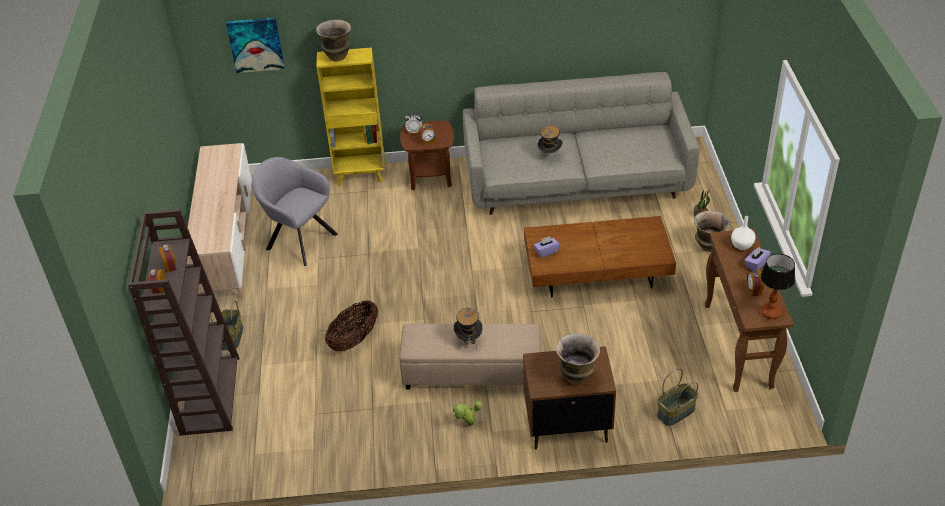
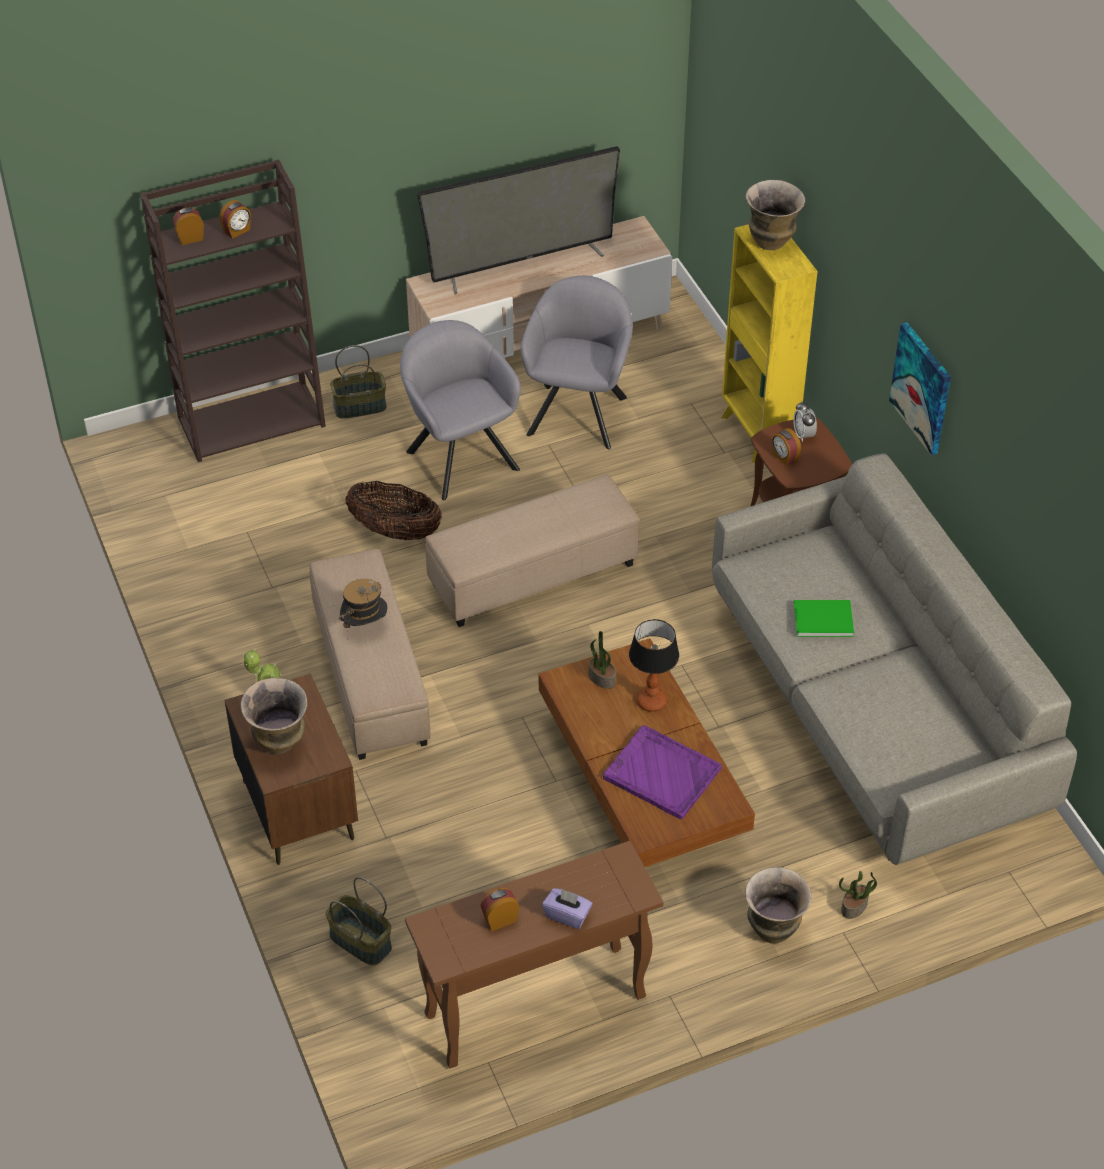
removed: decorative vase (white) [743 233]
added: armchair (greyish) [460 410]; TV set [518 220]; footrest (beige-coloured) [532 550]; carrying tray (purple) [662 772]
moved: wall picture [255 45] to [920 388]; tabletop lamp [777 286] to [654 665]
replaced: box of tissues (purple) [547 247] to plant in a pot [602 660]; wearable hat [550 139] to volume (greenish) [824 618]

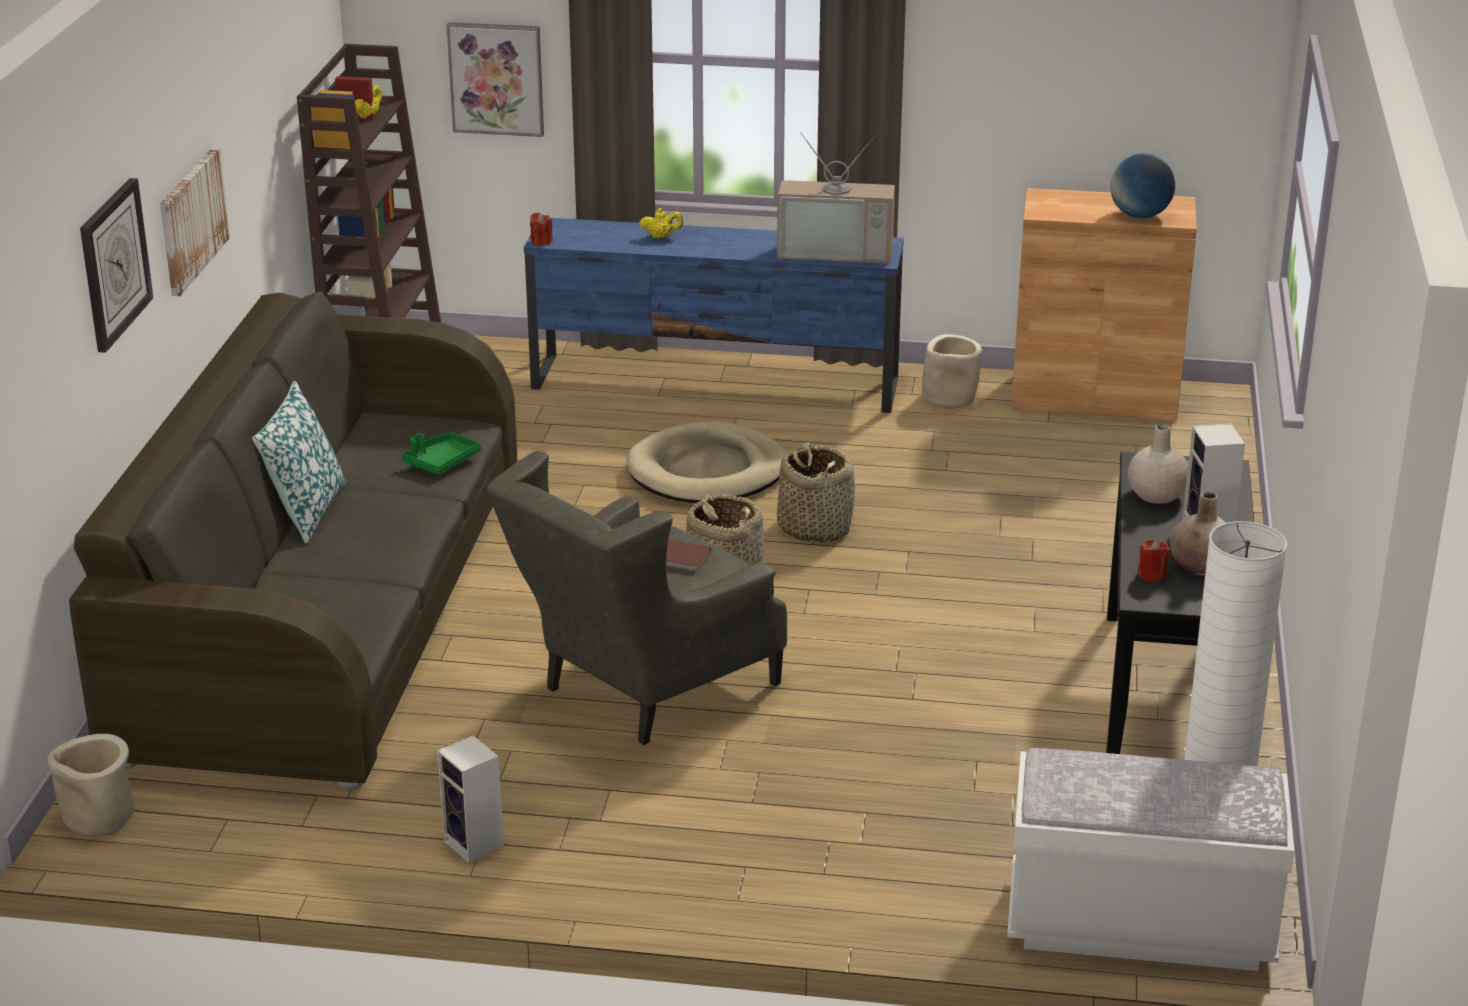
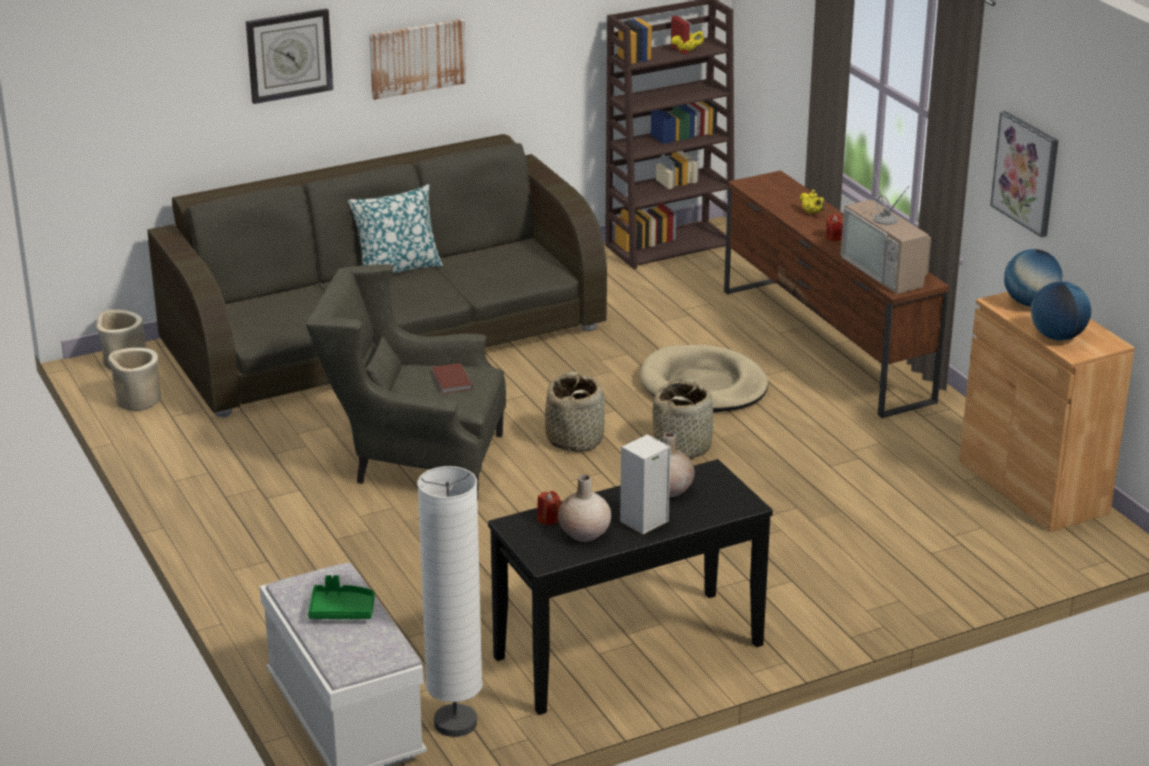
removed: speaker [470 799]
added: world globe [1033 277]
moved: carrying tray (greenish) [441 454] to [341 597]; wall picture [495 79] to [1024 174]; wax candle (red) [541 229] to [834 227]; planter (beige-coloured) [952 371] to [134 379]
recoloured: tv unit (bluish) [714 315] to tv unit (brownish) [836 294]

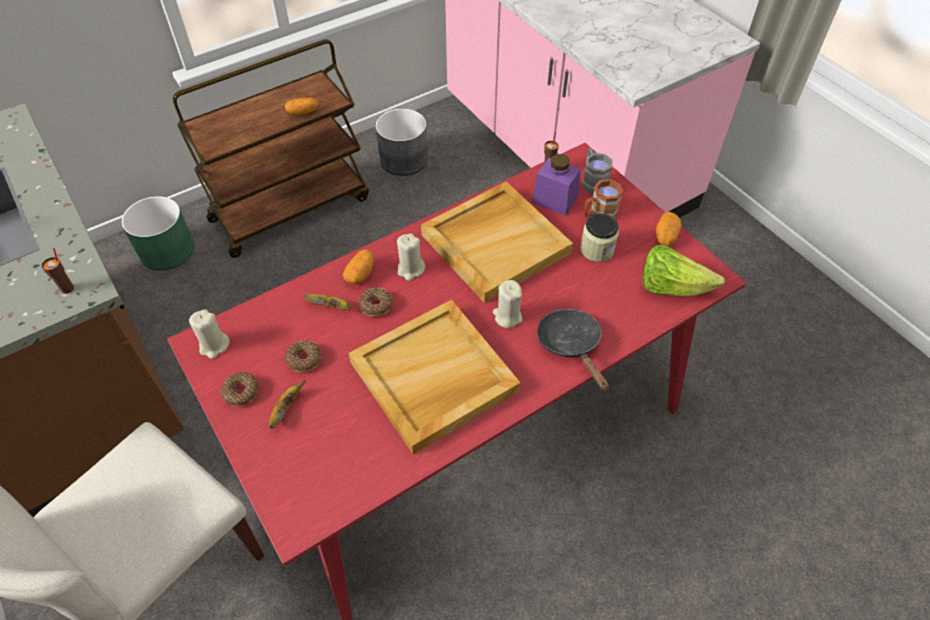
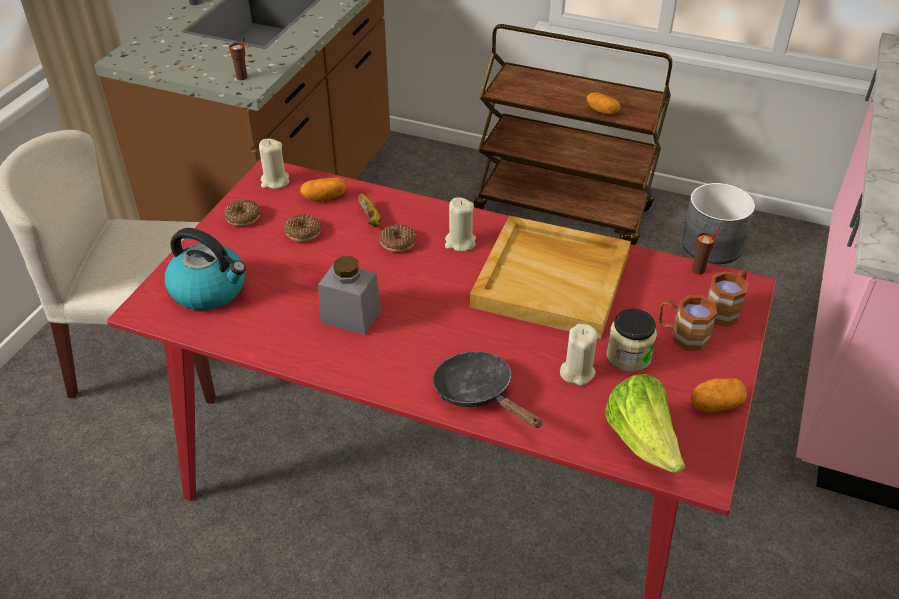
removed: planter (greenish) [157 233]; banana fruit [287 404]; preserve jar (purple) [556 185]
added: kettle [205 269]
moved: whole potato [358 266] to [323 189]; wax candle (beige-coloured) [507 304] to [578 354]
replaced: carrying tray (beige-coloured) [434 377] to preserve jar (greyish) [349 295]
recoloured: tea mug (greyish) [597 171] to tea mug (brownish) [727 298]
turned: skillet (blackish) [573 349] = [488 389] 75 degrees counterclockwise

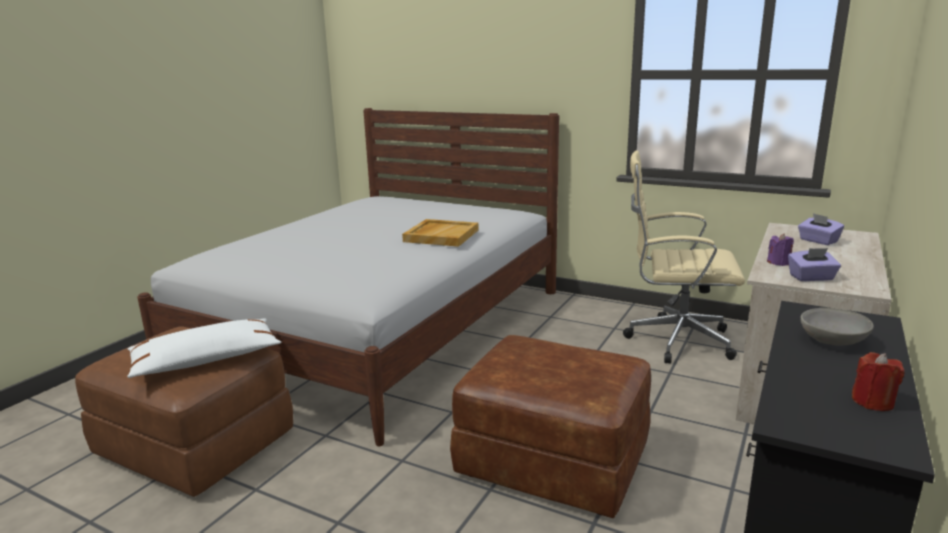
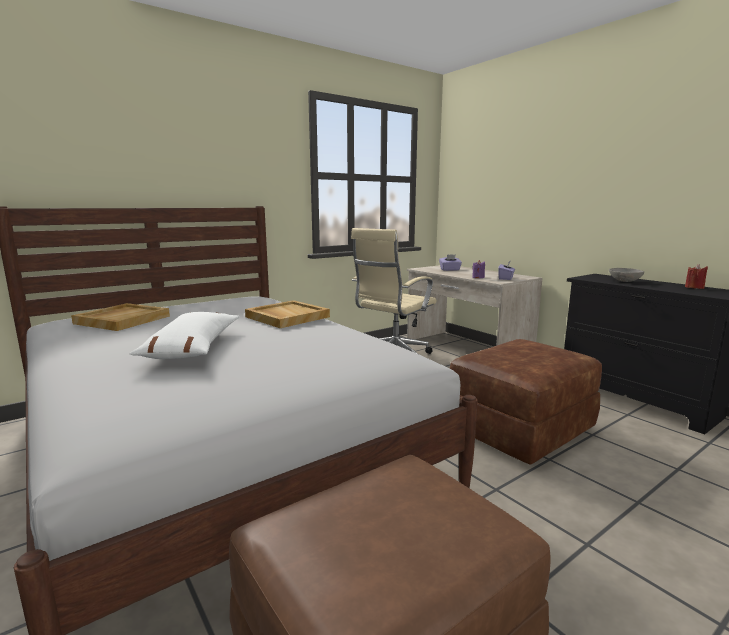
added: carrying tray (beige-coloured) [120 317]
moved: throw pillow (white) [204 348] to [184 335]

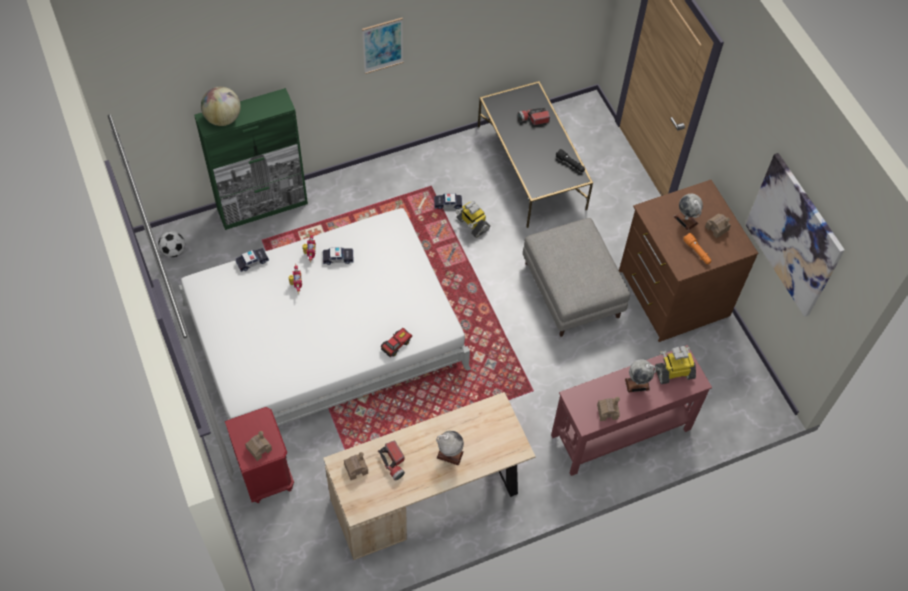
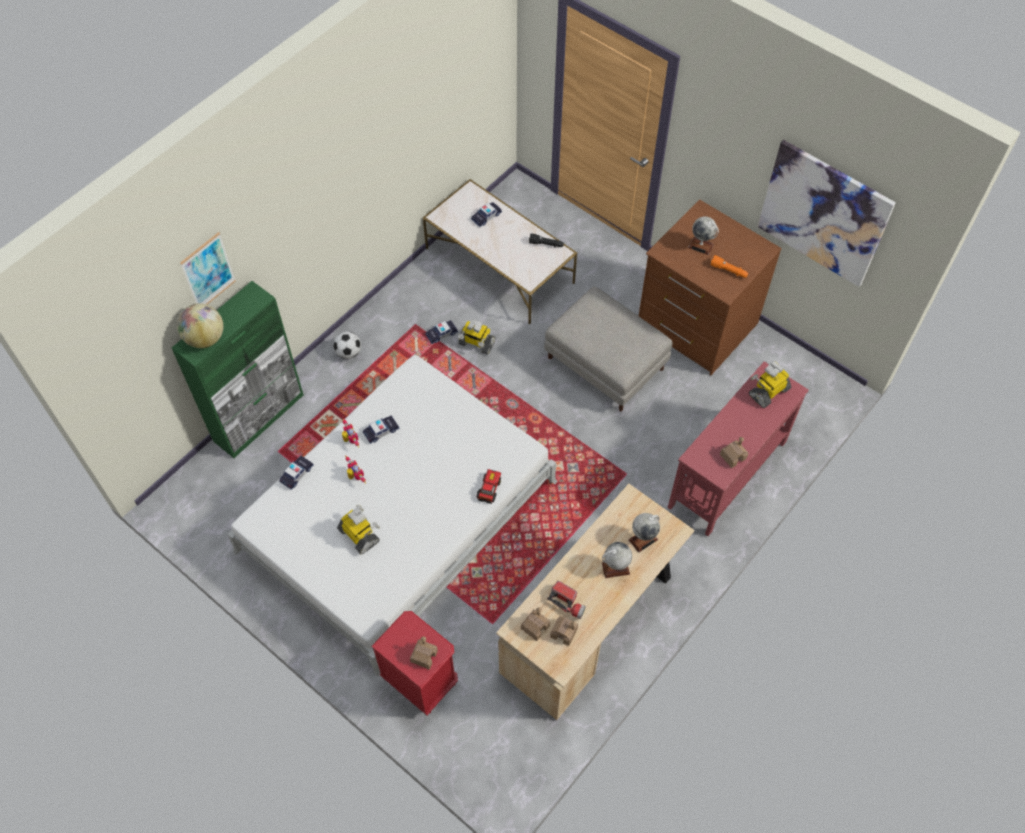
added: model robot [358 529]
moved: football [171 244] to [347 345]; wall picture [382 46] to [208 268]; world globe [640 376] to [644 533]; miniature house [718 226] to [564 631]
replaced: hand torch [534 116] to miniature car [486 214]
recoloured: coffee table (blackish) [535 154] to coffee table (white) [500 251]

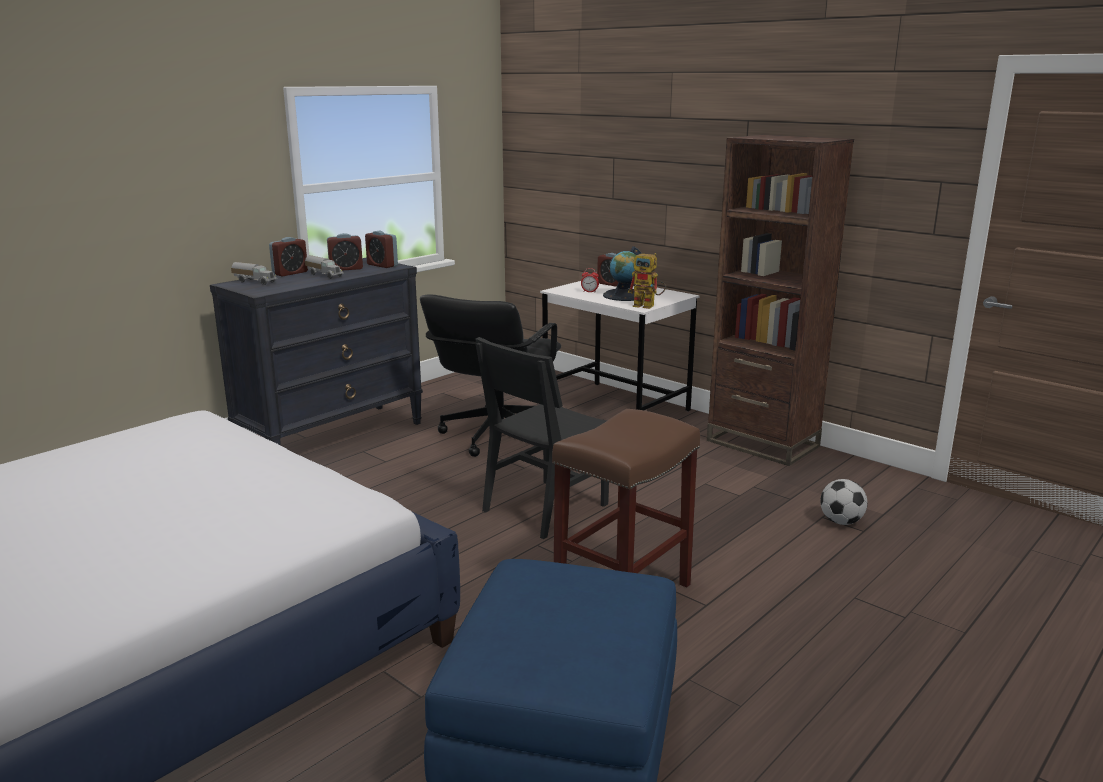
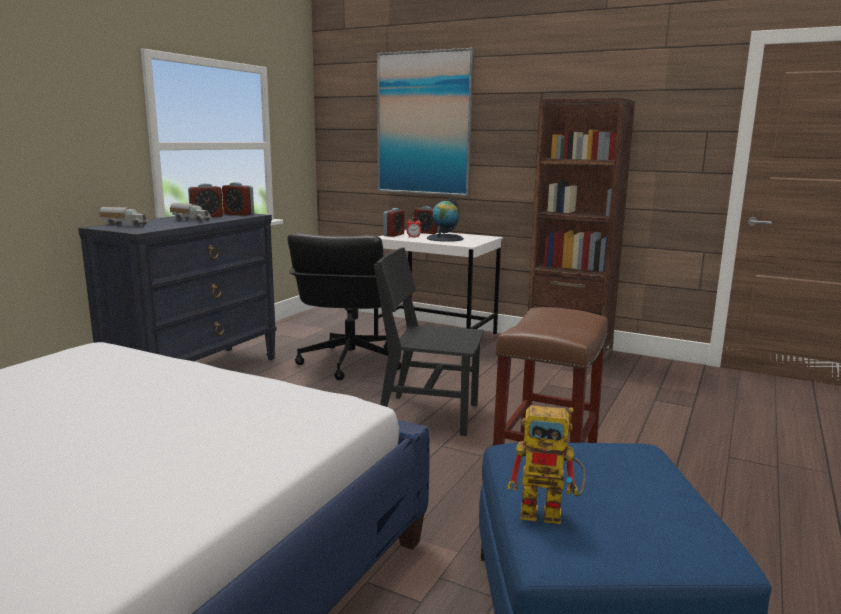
removed: football [844 502]
added: wall picture [425 122]
moved: alarm clock [288 256] to [393 222]; model robot [647 281] to [546 464]
turned: plain chair (blackish) [542 438] = [428 341] 75 degrees clockwise

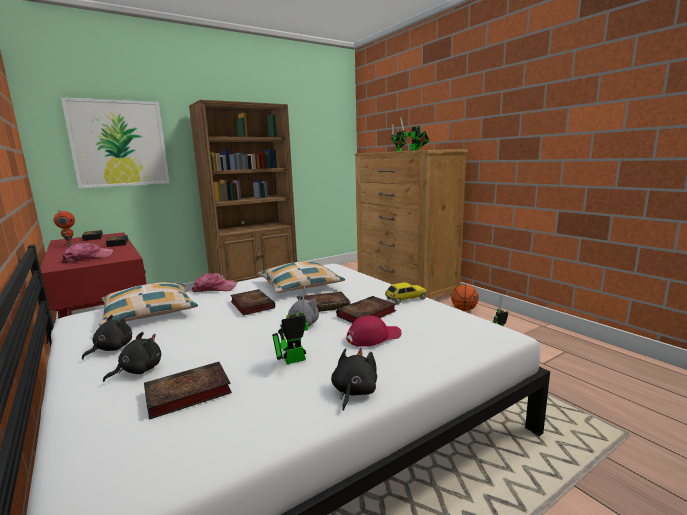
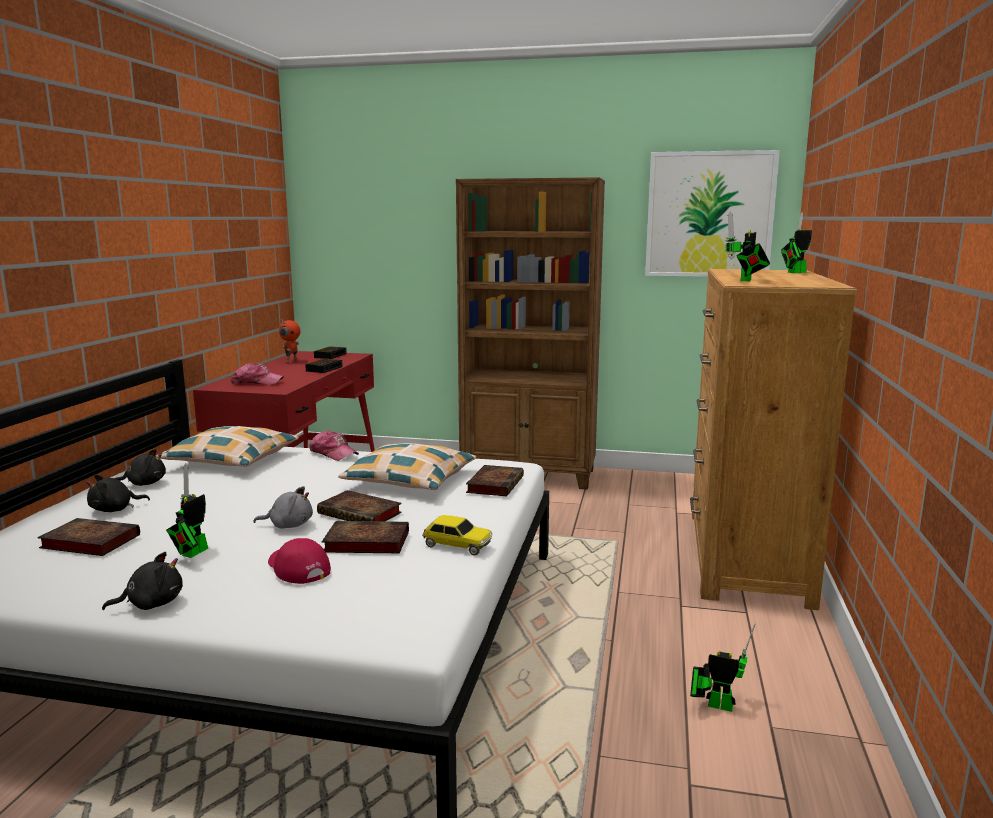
removed: ball for basketball [465 298]
moved: wall picture [115 142] to [712 213]; volume [252 302] to [495 480]
turned: cuddly toy (blackish) [132 357] = [118 493] 150 degrees clockwise; model robot [290 325] = [187 510] 90 degrees counterclockwise; baseball cap (red) [374 331] = [299 561] 150 degrees counterclockwise

